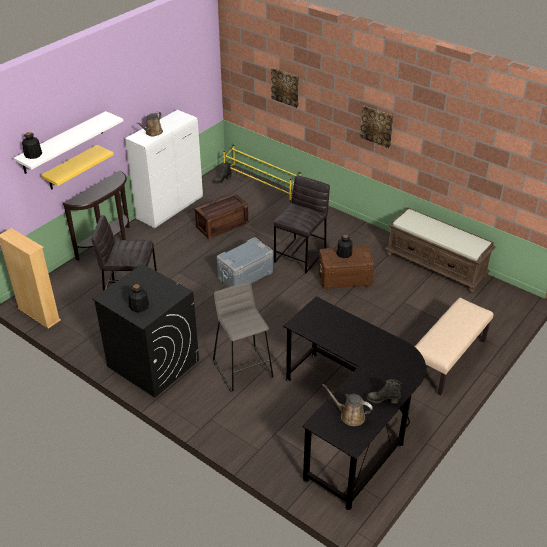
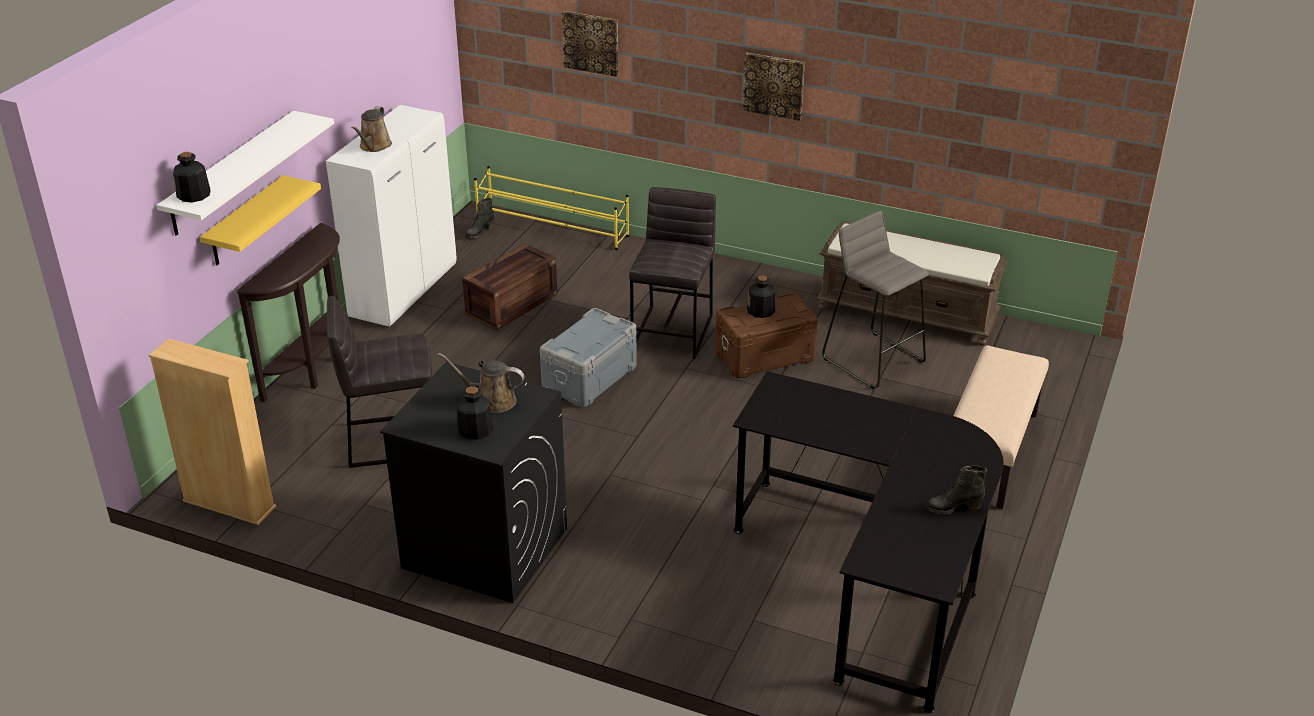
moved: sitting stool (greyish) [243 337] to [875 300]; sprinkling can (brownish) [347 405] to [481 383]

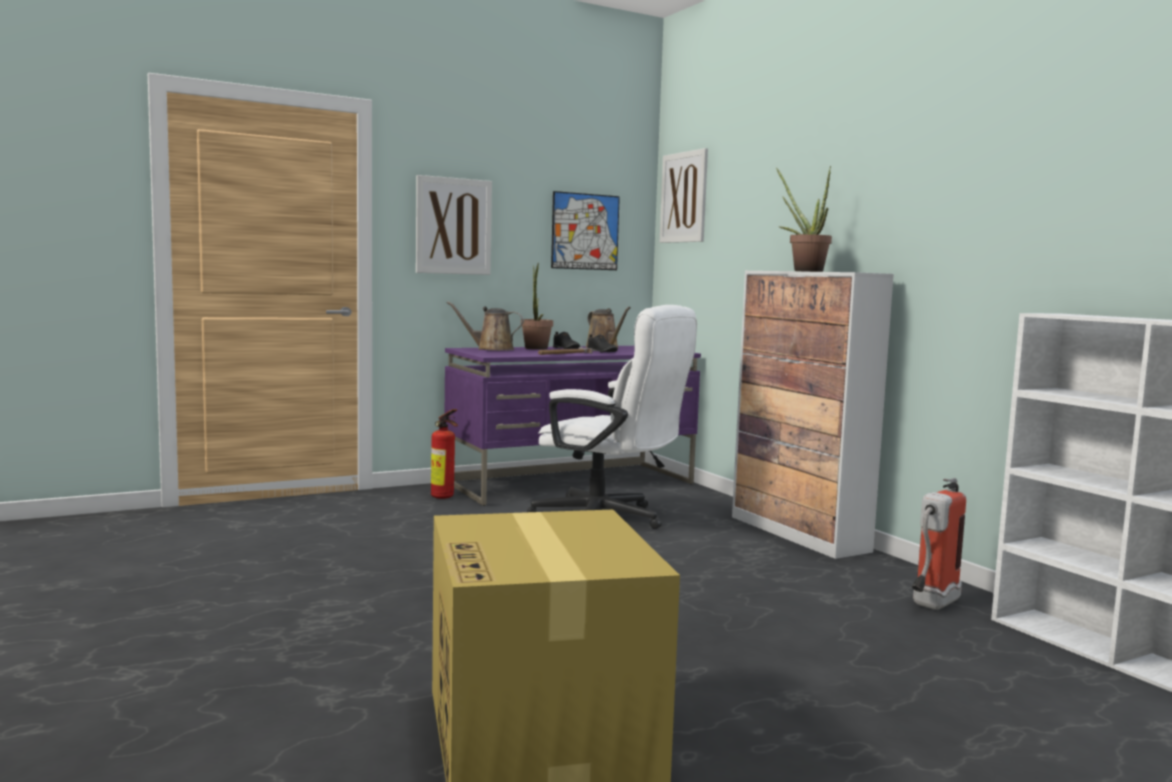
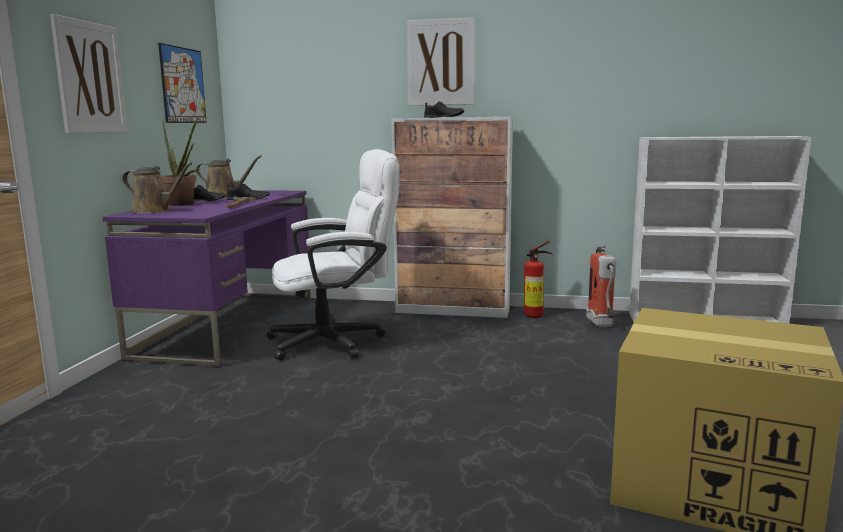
moved: extinguisher [444 454] to [538 279]; wall picture [684 195] to [441 61]
replaced: plant in a pot [804 219] to item of footwear (blackish) [444 109]
turned: sprinkling can (brownish) [485 326] = [157 187] 120 degrees counterclockwise

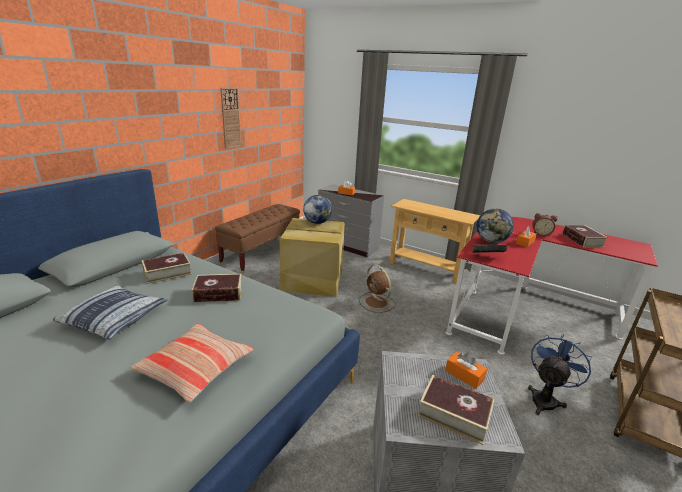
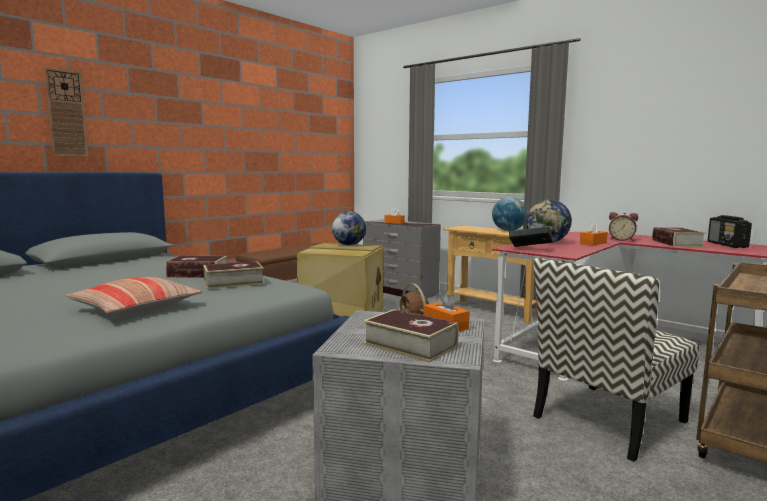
removed: throw pillow [110 312]
added: world globe [509 214]; radio [730 231]
moved: volume [167 268] to [233 275]; wall clock [230 118] to [66 112]
replaced: electric fan (bluish) [560 374] to plain chair [616 360]

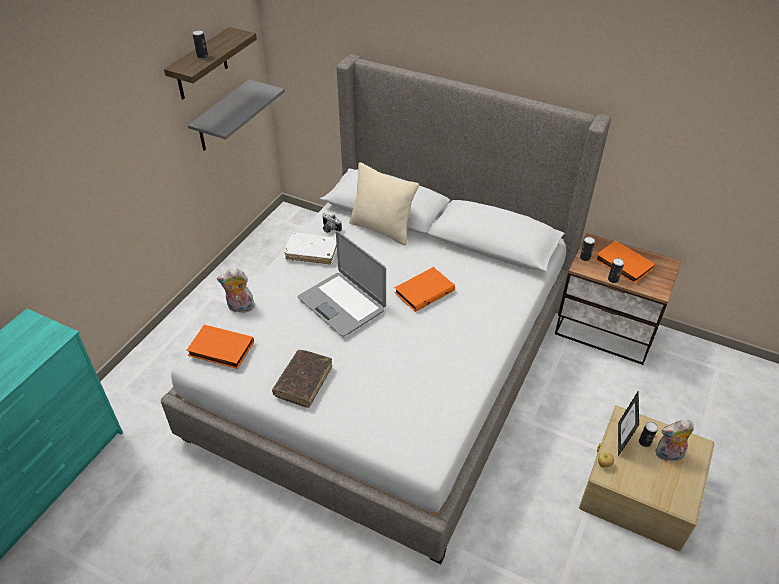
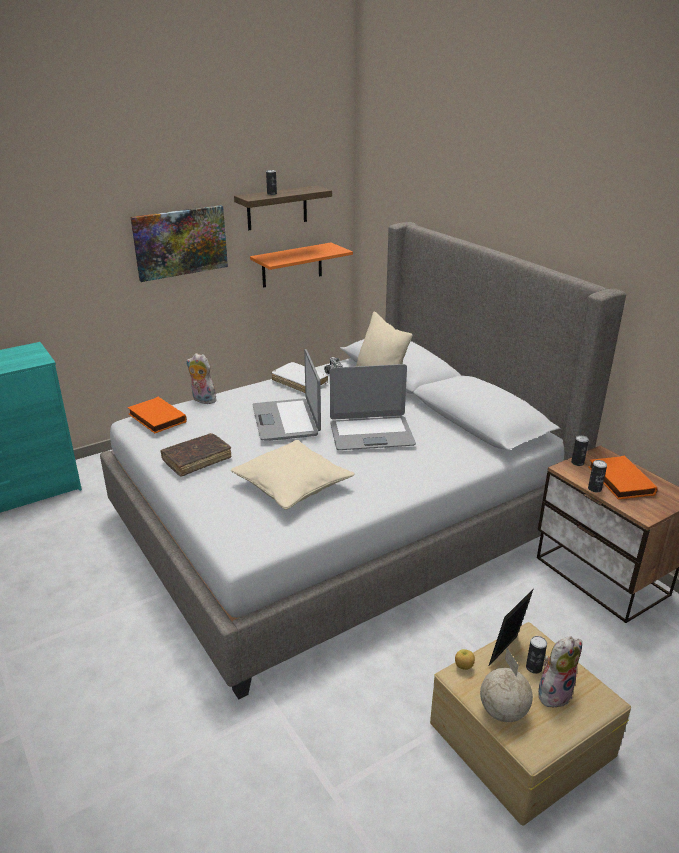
added: wall picture [179 243]; throw pillow (beige-coloured) [293 475]; world globe [506 685]
replaced: volume (orange) [424 289] to portable computer [373 407]
recoloured: wall shelf (greyish) [236 115] to wall shelf (orange) [301 265]
turned: cuddly toy [674 440] = [560 673] 120 degrees clockwise

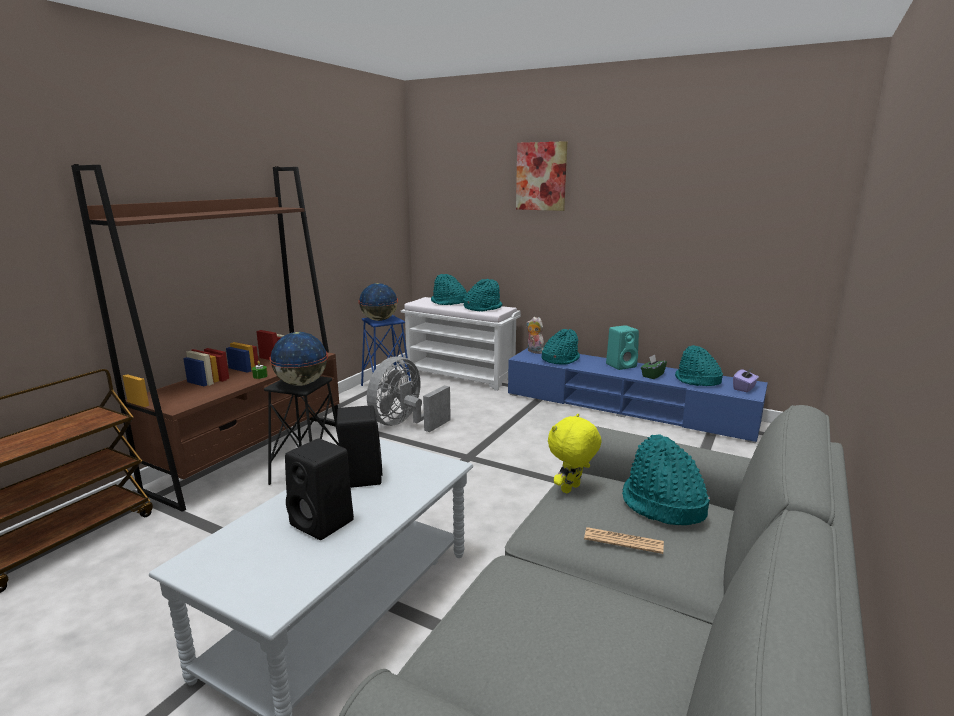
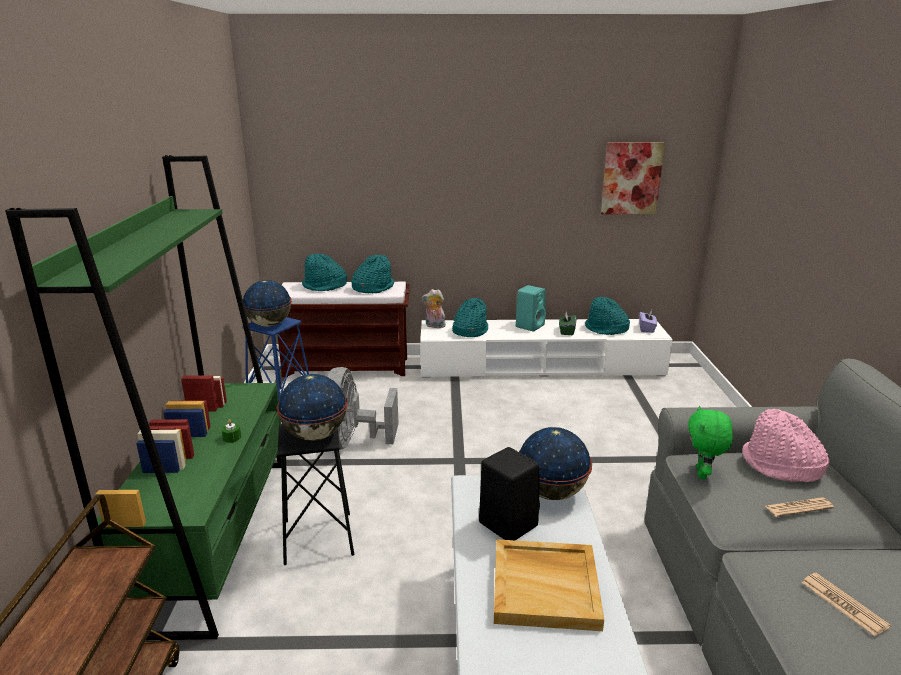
added: world globe [555 463]; newspaper [846 604]
moved: wall picture [541 176] to [633 178]
replaced: speaker (blackish) [319 489] to carrying tray (beige-coloured) [549 585]
recoloured: shelving unit (brownish) [205 338] to shelving unit (greenish) [143 397]; bench (white) [461 344] to bench (brownish) [343 329]; tv unit (bluish) [638 395] to tv unit (white) [546 348]; cuddly toy (yellowish) [575 454] to cuddly toy (greenish) [710 442]; wearable hat (turquoise) [666 480] to wearable hat (pink) [785 445]

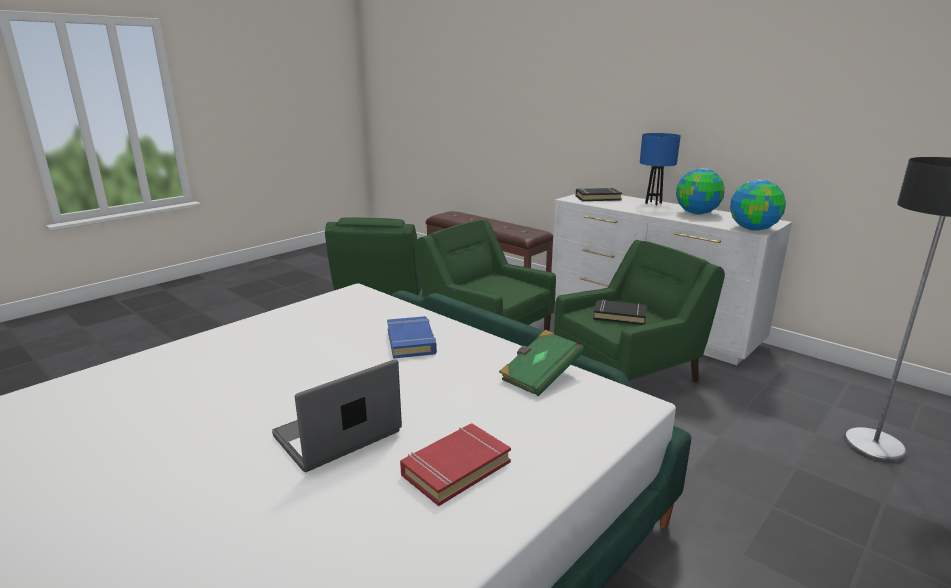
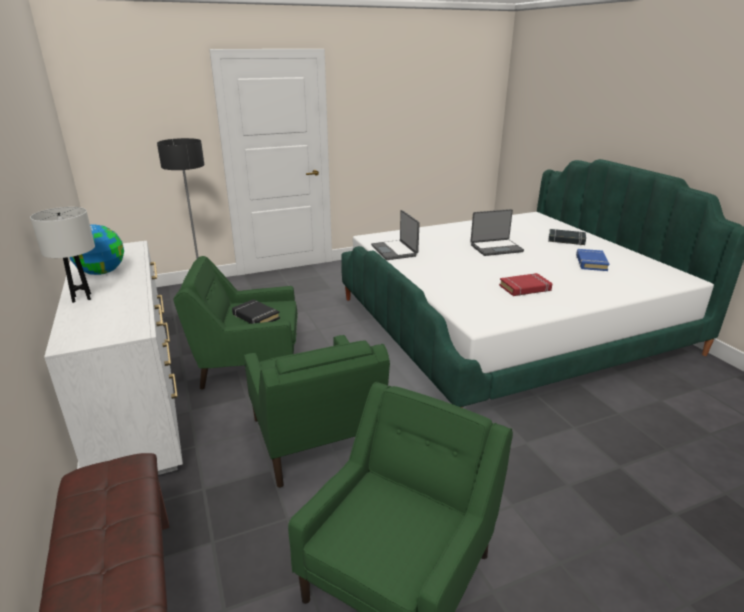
removed: world globe [758 205]
moved: volume (bluish) [412 337] to [592 260]; volume (red) [455 464] to [525 284]; volume (blackish) [599 194] to [567 237]
replaced: volume (greenish) [541 363] to portable computer [395 235]
recoloured: tabletop lamp (bluish) [660 169] to tabletop lamp (white) [62 255]

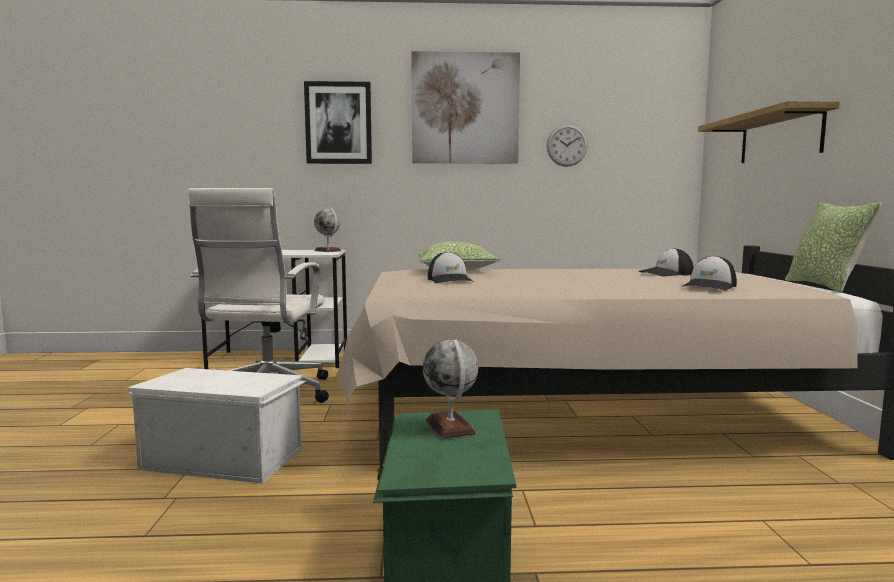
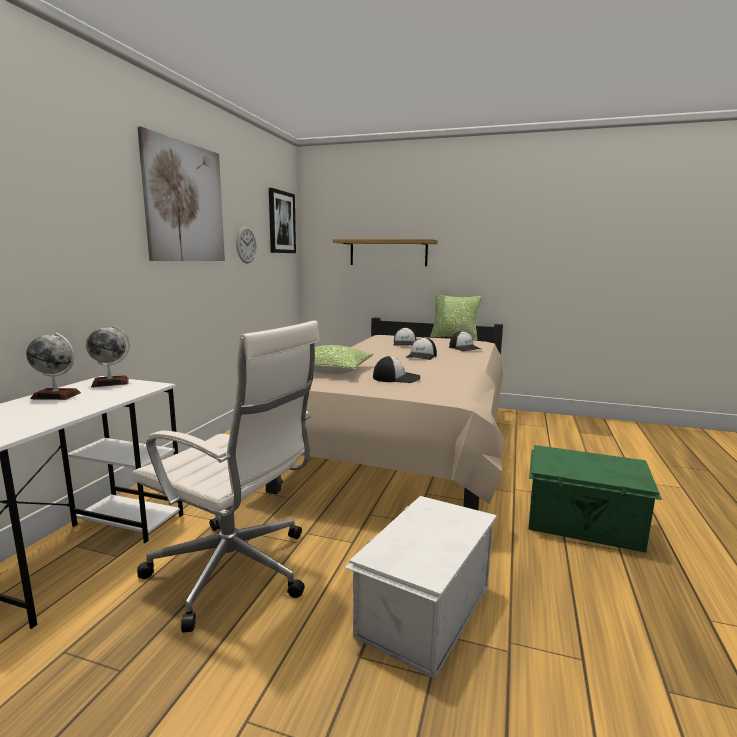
added: baseball cap [422 348]
moved: wall picture [338 122] to [282 220]; world globe [450 389] to [53 366]

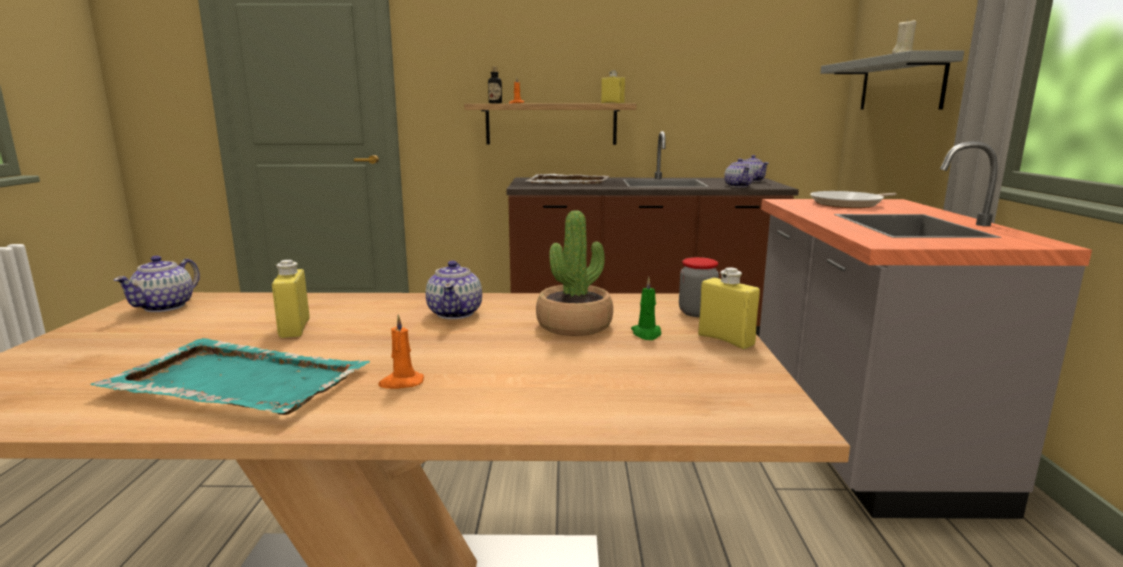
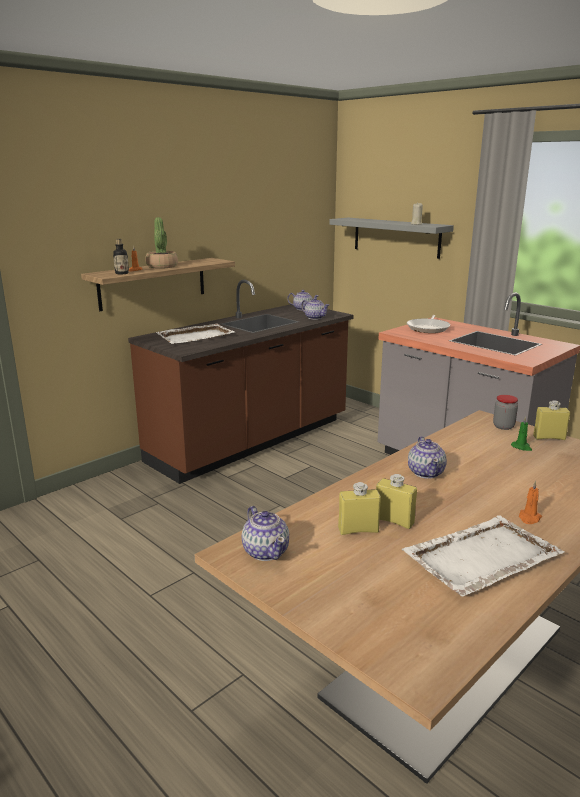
moved: plant in a pot [574 273] to [161 243]; beverage bottle (yellowish) [613 87] to [359 508]
recoloured: carrying tray (turquoise) [230 376] to carrying tray (white) [483 555]
turned: tea pot [454 290] = [427 457] 45 degrees clockwise

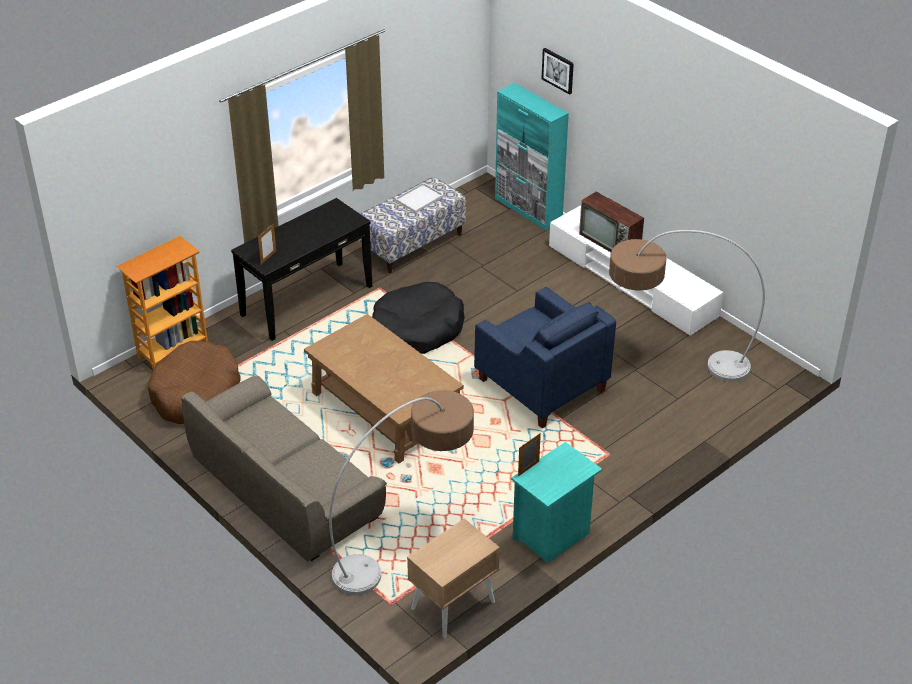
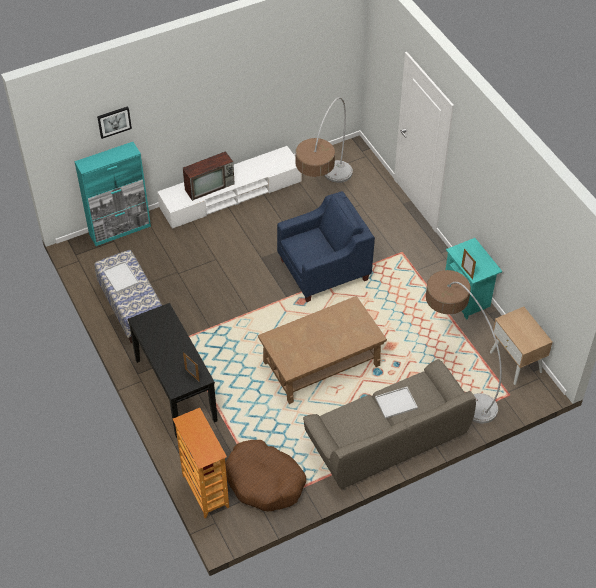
removed: pet bed (blackish) [418 318]
added: carrying tray (white) [396 403]

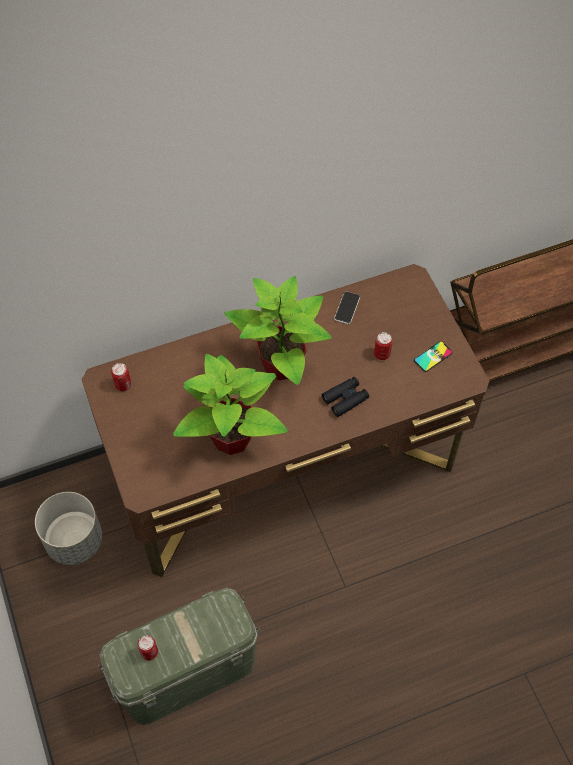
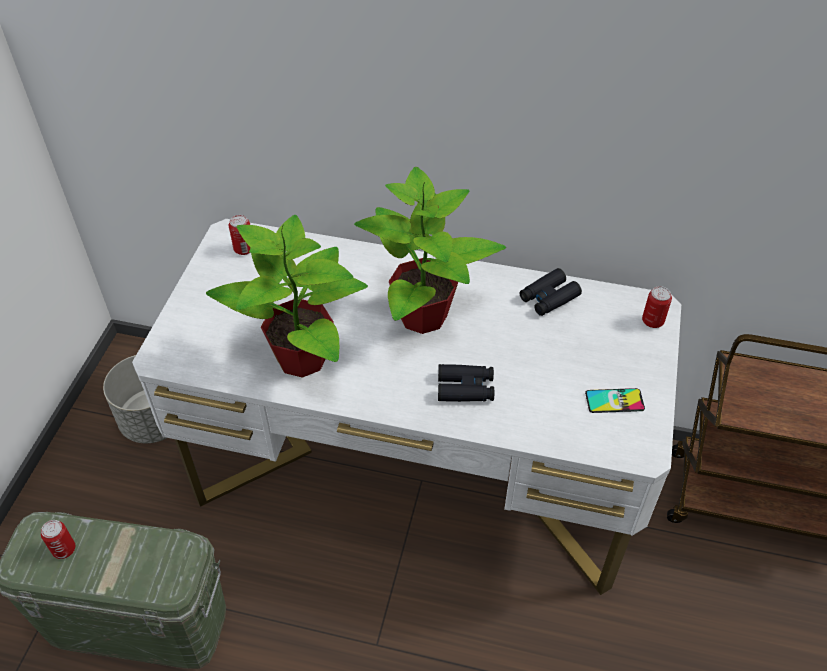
moved: can [383 346] to [657 307]
replaced: handset [347 307] to pair of binoculars (blackish) [550 292]
recoloured: desk unit (brownish) [286 420] to desk unit (white) [406 407]

